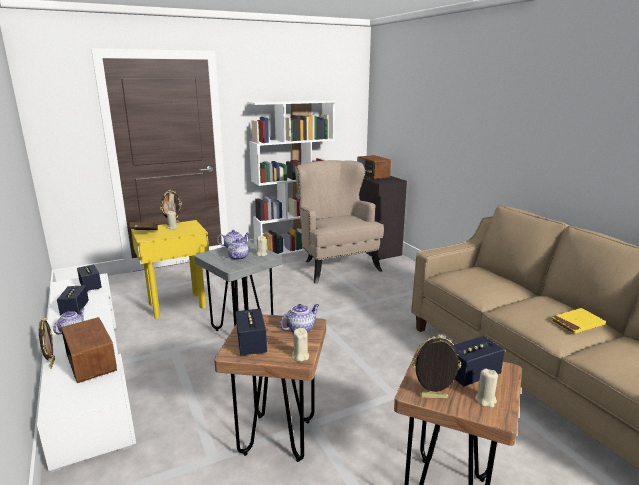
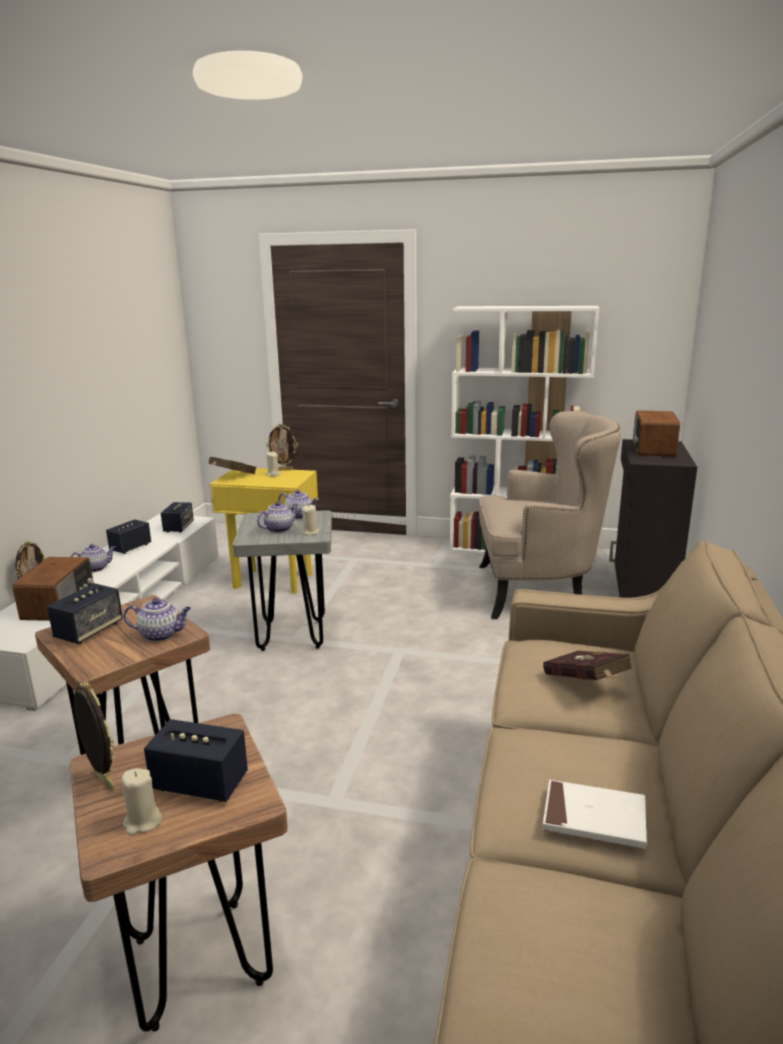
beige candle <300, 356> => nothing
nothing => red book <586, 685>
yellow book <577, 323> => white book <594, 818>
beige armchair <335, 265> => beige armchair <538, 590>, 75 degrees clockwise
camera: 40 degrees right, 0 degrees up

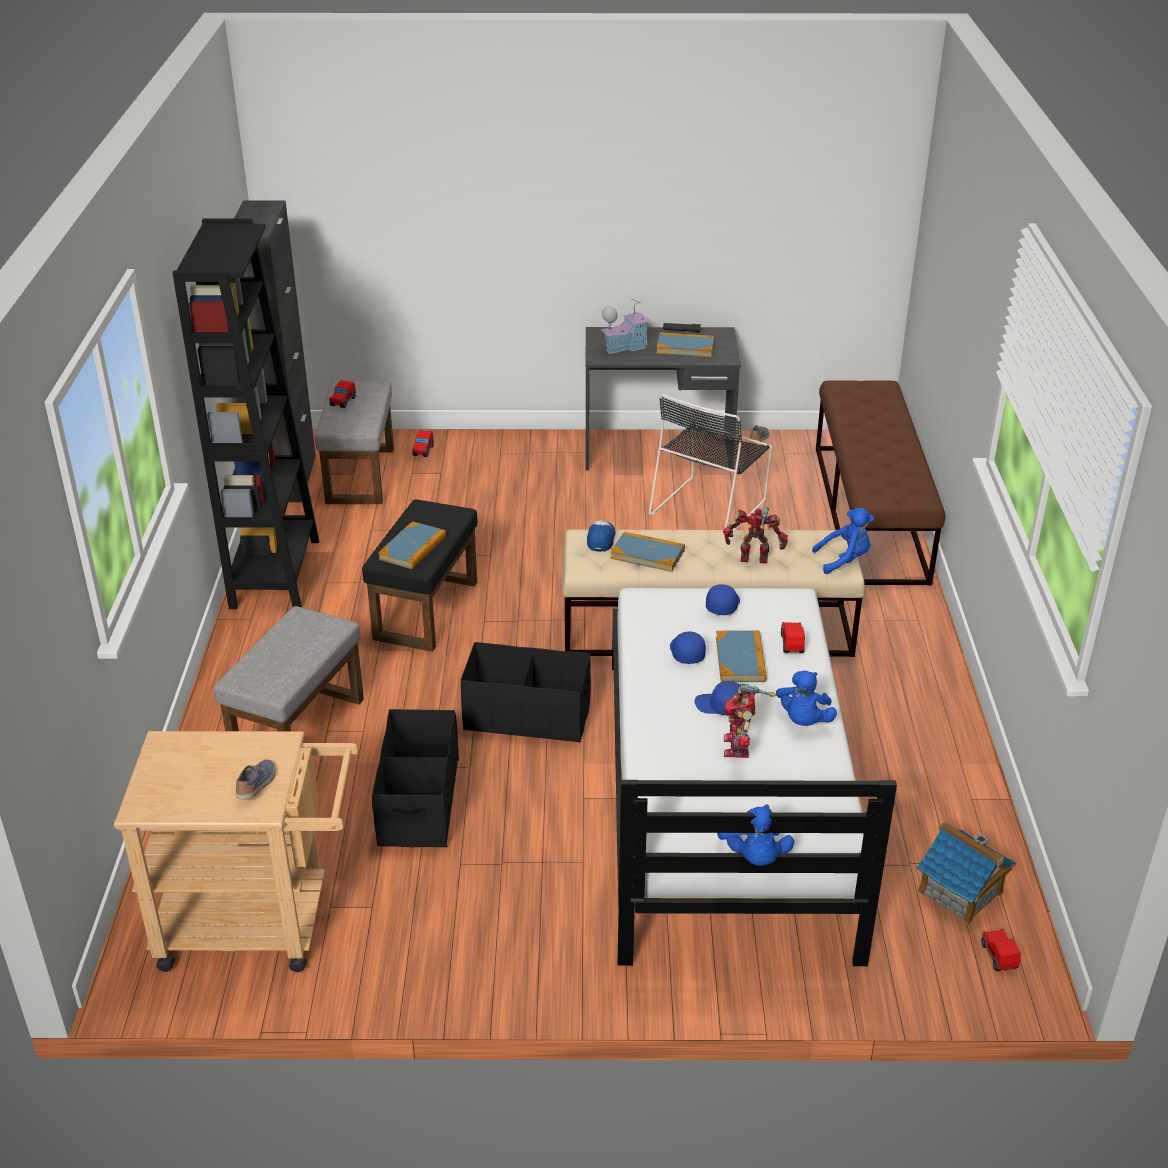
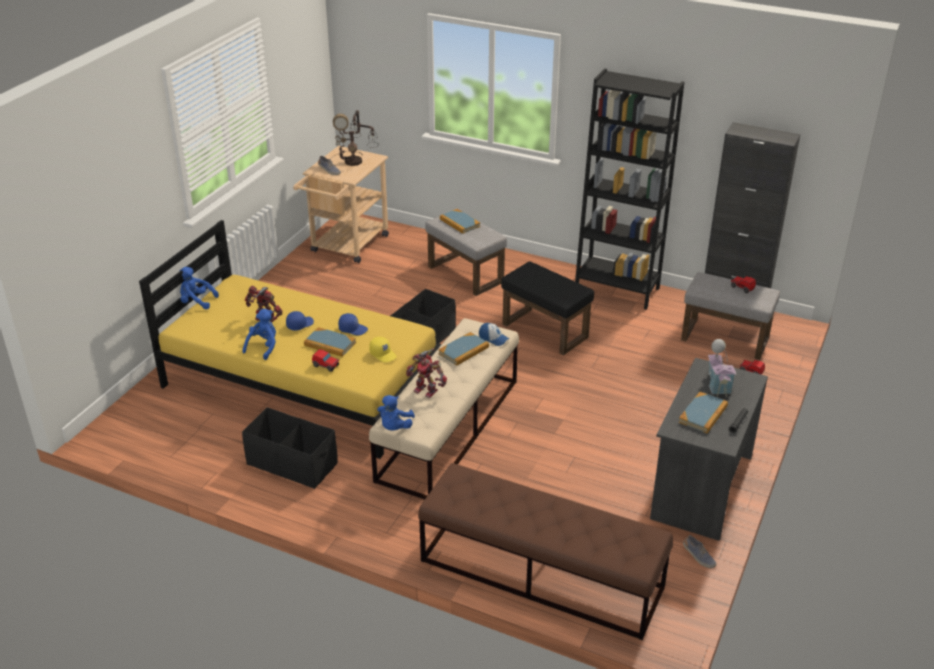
black chair <709, 506> => nothing
toy house <960, 892> => nothing
toy car <998, 956> => nothing
nothing => table lamp <354, 162>
black storage box <418, 802> => black storage box <292, 463>, shifted
book <413, 548> => book <459, 223>, shifted
white bed <724, 799> => yellow bed <302, 384>
blue cap <722, 604> => yellow cap <383, 354>
toy robot <754, 558> => toy robot <426, 390>, 90 degrees clockwise
blue plush toy <803, 721> => blue plush toy <263, 347>, 75 degrees clockwise
camera: 115 degrees right, 0 degrees up

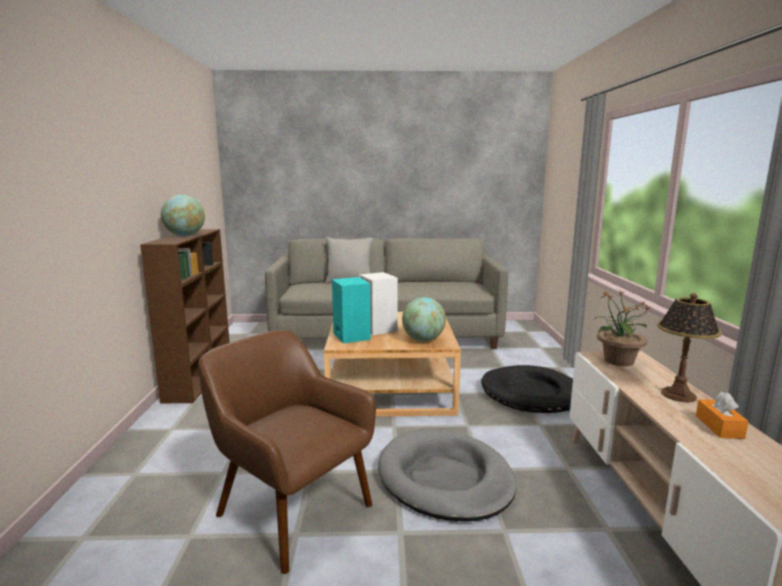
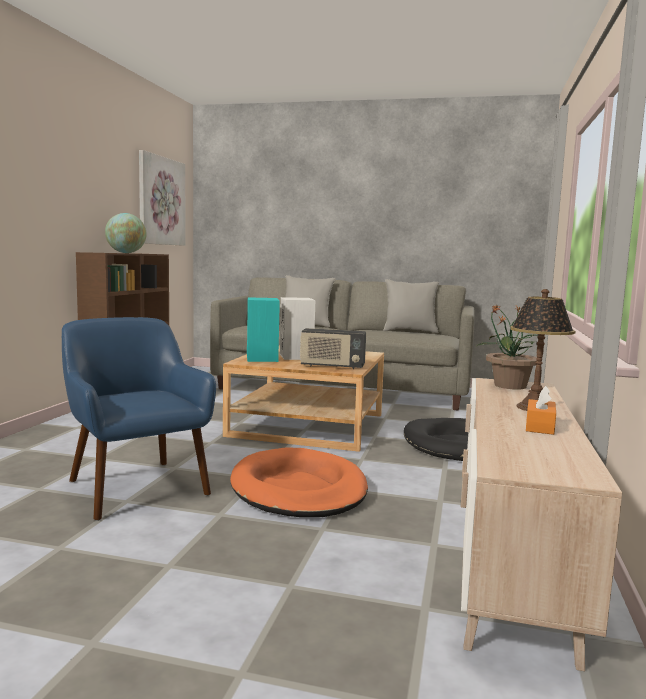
nothing => picture <161, 201>
nothing => grey pillow <410, 331>
globe <423, 340> => radio <332, 366>
brown armchair <292, 510> => blue armchair <136, 487>
grey dog bed <445, 478> => orange dog bed <298, 489>
camera: 15 degrees right, 5 degrees down

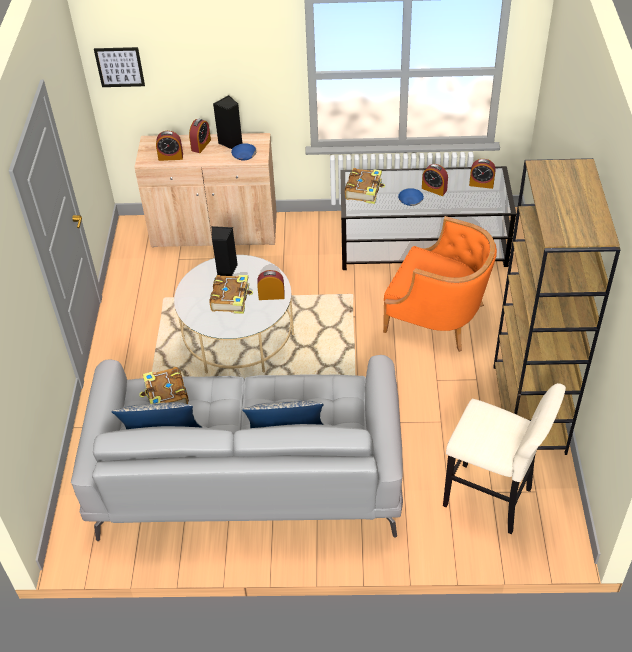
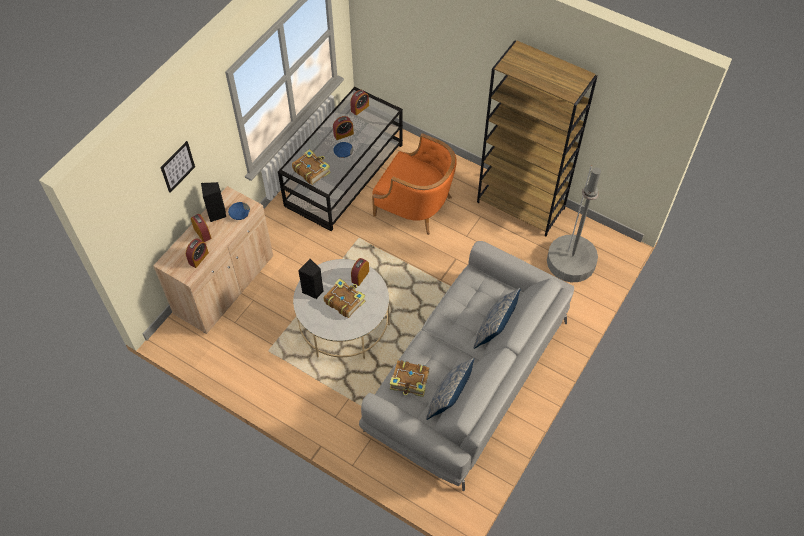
picture <119, 67> => picture <177, 166>, shifted
beige stool <492, 499> => grey floor lamp <571, 262>
orange armchair <437, 317> => orange armchair <415, 205>, 60 degrees clockwise
camera: 60 degrees left, 10 degrees up

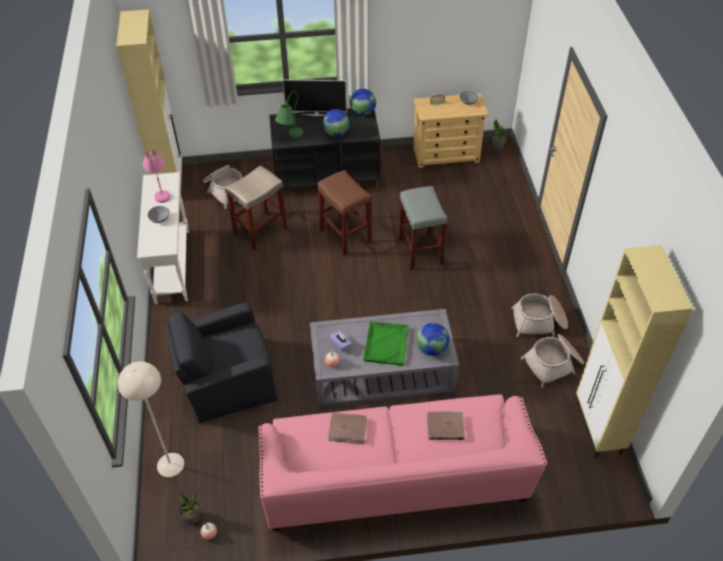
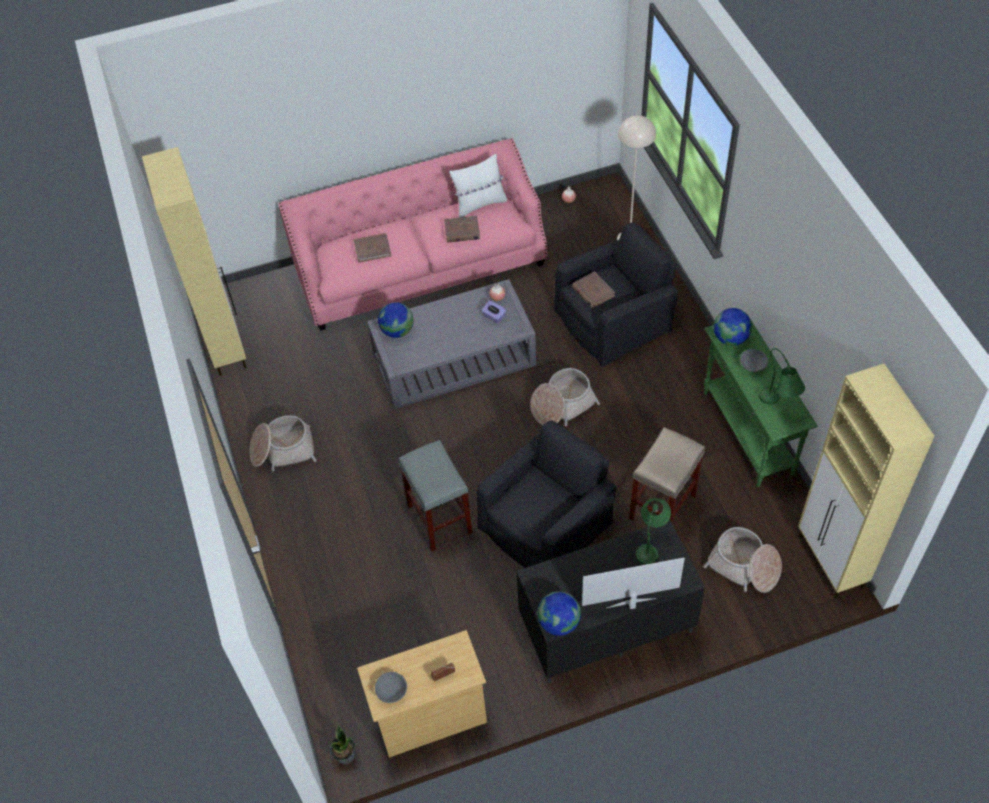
potted plant <192, 517> => nothing
green tray <386, 343> => nothing
nothing => white pillow <479, 204>
nothing => brown book <593, 291>
globe <336, 133> => globe <730, 338>, shifted
basket <553, 364> => basket <562, 405>, shifted
brown stool <344, 236> => black armchair <546, 523>
white console table <173, 266> => green console table <747, 433>
pink table lamp <161, 190> => green table lamp <777, 406>
camera: 170 degrees right, 5 degrees up

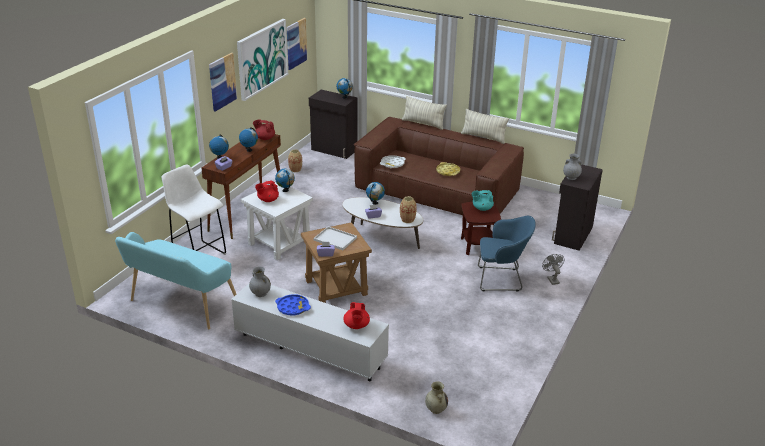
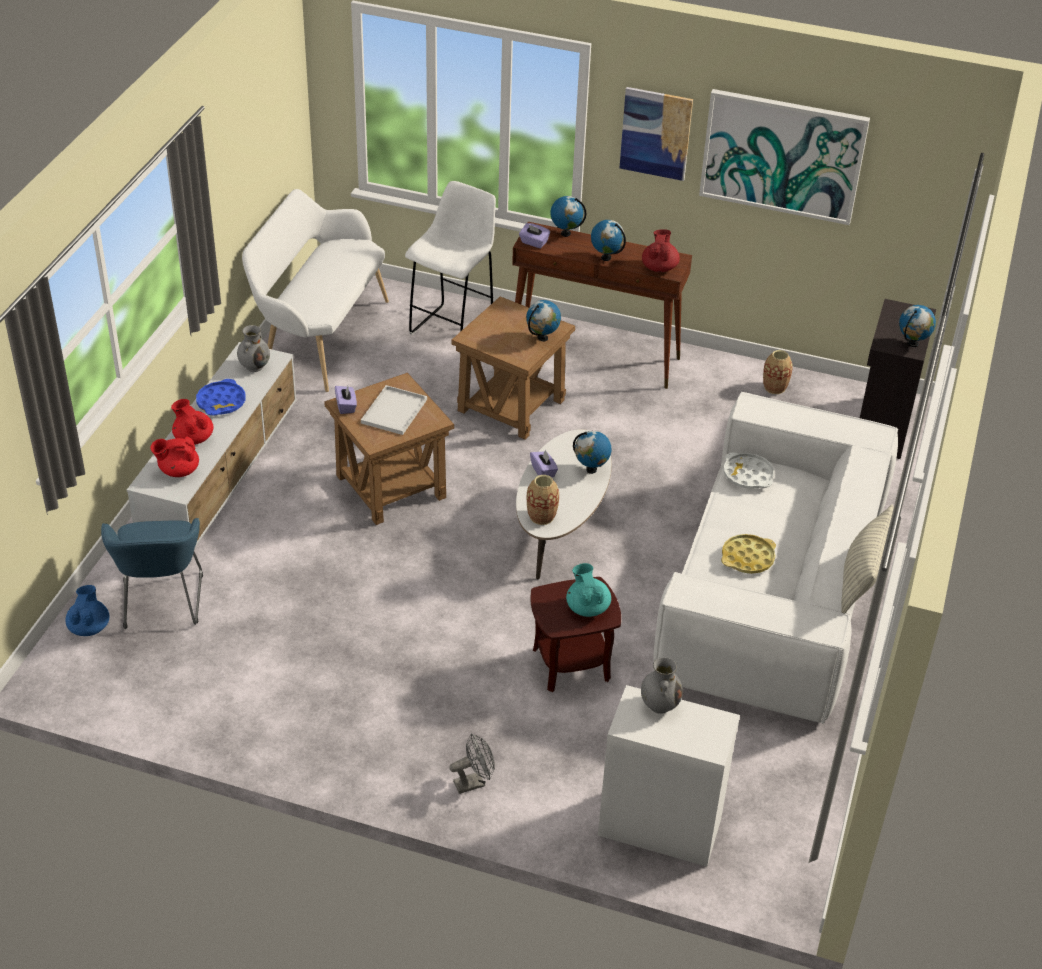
picture <296, 43> => nothing
pillow <423, 123> => nothing
red teapot <267, 200> => red teapot <193, 438>, shifted
blue armchair <501, 279> => blue armchair <161, 604>, shifted
beige vase <436, 409> => blue teapot <89, 627>
turquoise bench <180, 305> => white bench <319, 336>
white side table <279, 242> => brown side table <512, 405>
brown sofa <436, 191> => white sofa <772, 591>
black cabinet <572, 235> => white cabinet <659, 825>
camera: 80 degrees right, 10 degrees up

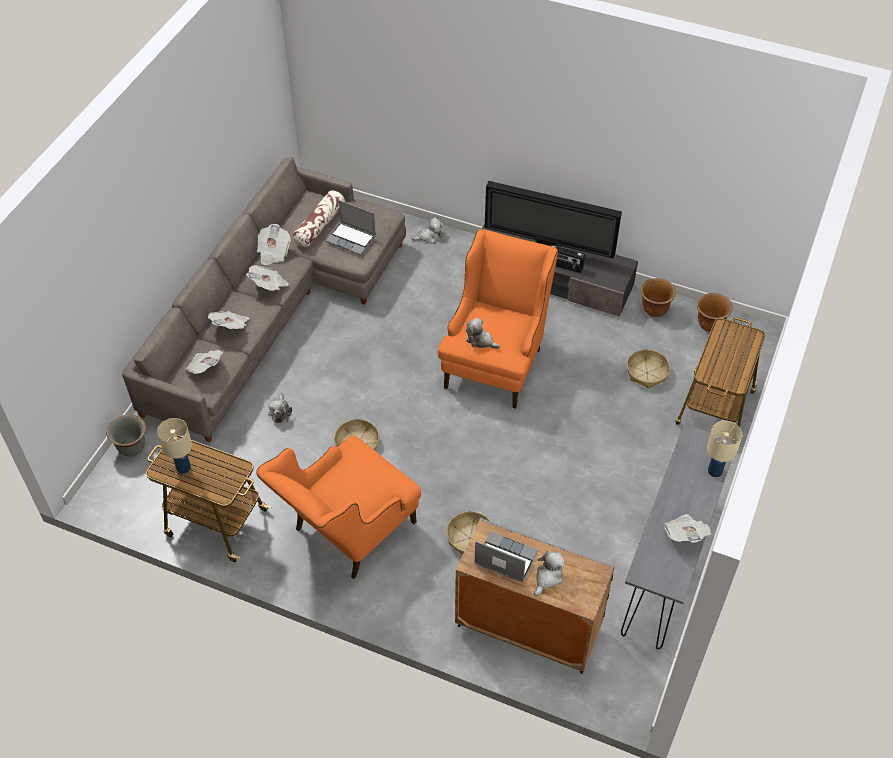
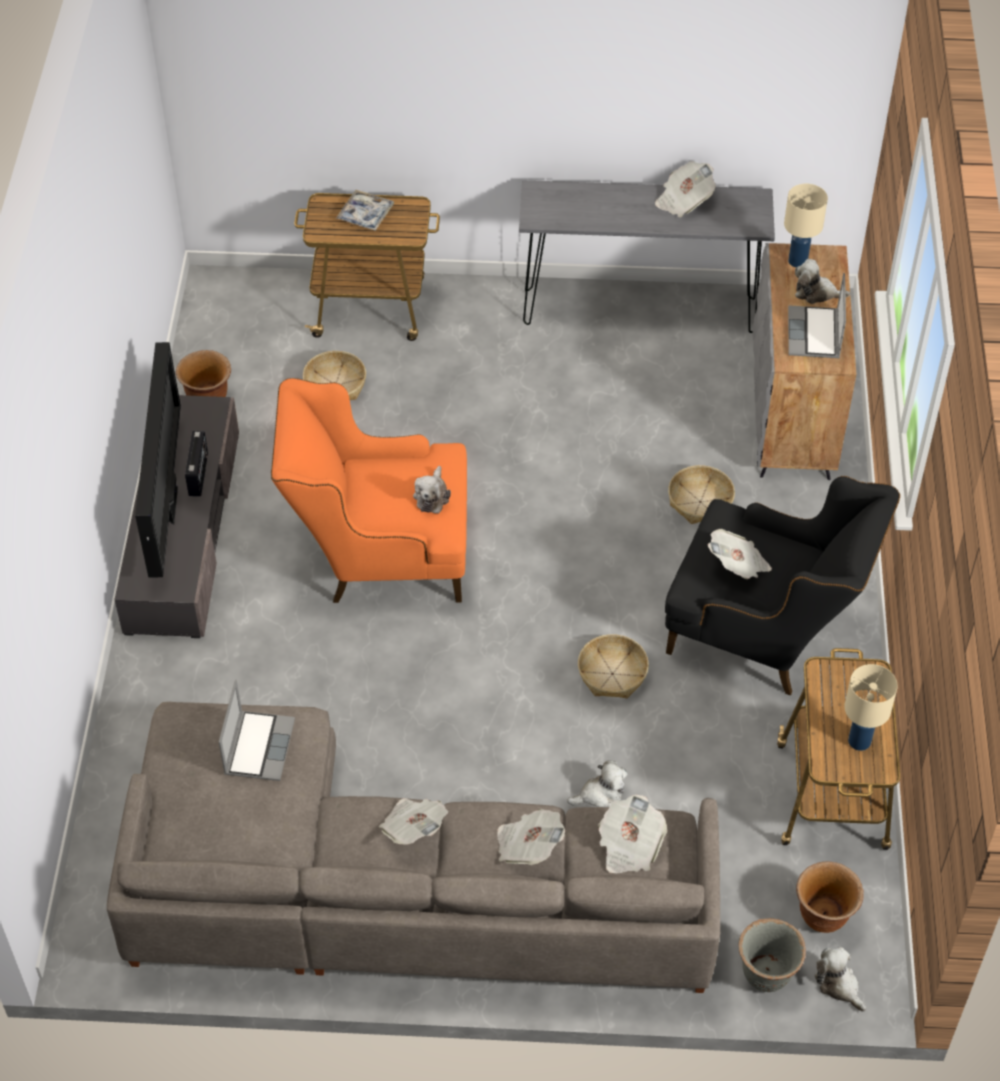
pillow <320, 225> => nothing
nothing => tray <365, 215>
newspaper <273, 252> => newspaper <738, 565>, shifted
plush toy <429, 237> => plush toy <838, 985>, shifted
brown planter <710, 325> => brown planter <823, 916>, shifted
beige table lamp <715, 470> => beige table lamp <797, 261>, shifted
orange armchair <346, 534> => black armchair <766, 634>
camera: 110 degrees left, 0 degrees up

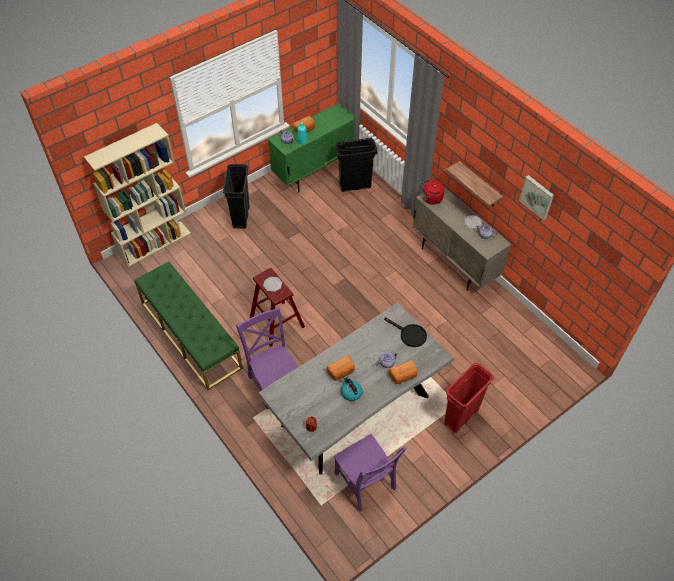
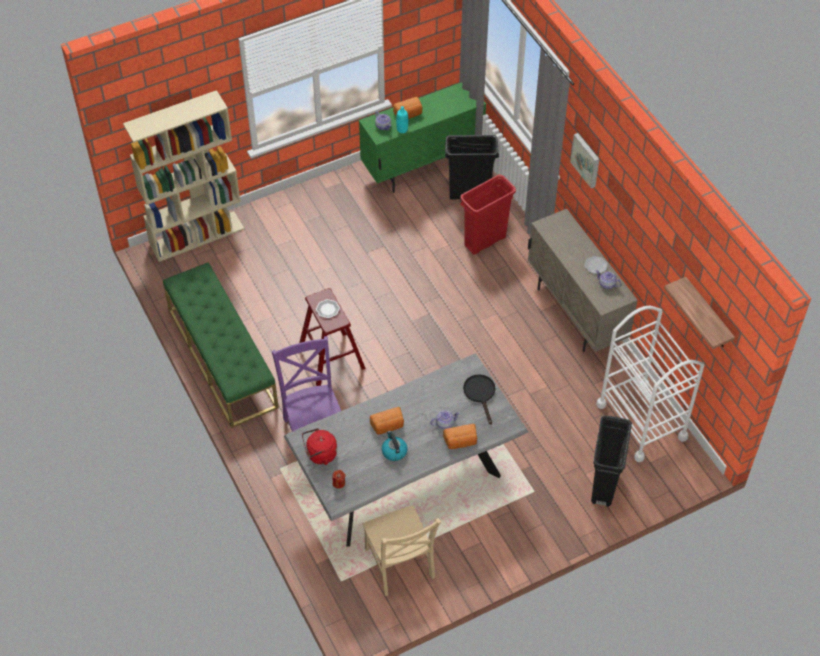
nothing => white cart <641, 421>
black trash can <241, 217> => black trash can <603, 486>, shifted
red kettle <431, 199> => red kettle <320, 455>, shifted
red trash can <461, 417> => red trash can <485, 241>, shifted
shelf <479, 185> => shelf <707, 315>, shifted
picture <537, 196> => picture <586, 159>, shifted
purple chair <366, 484> => beige chair <400, 566>
black frying pan <409, 335> => black frying pan <480, 394>, 150 degrees counterclockwise
camera: 10 degrees right, 0 degrees up

